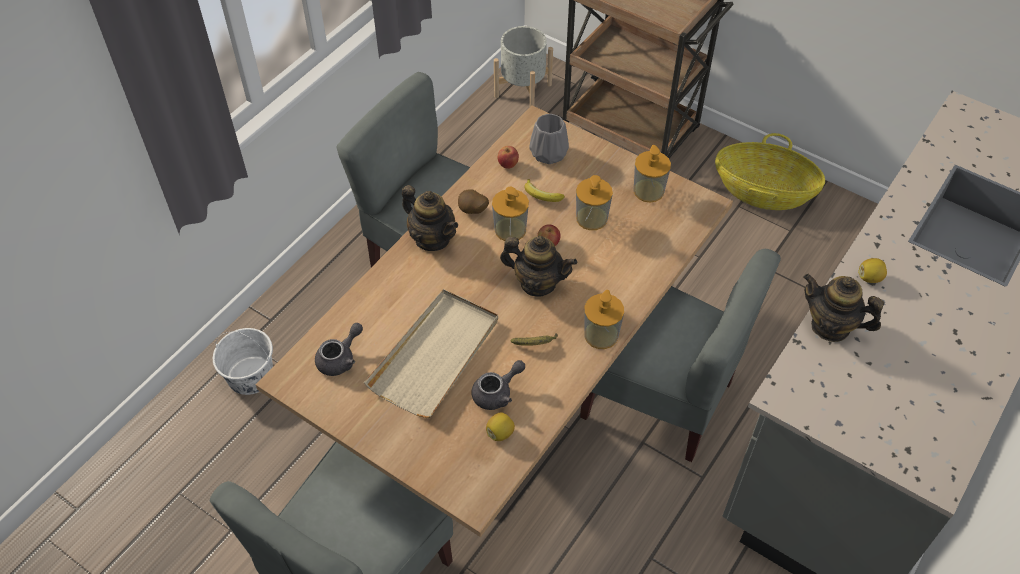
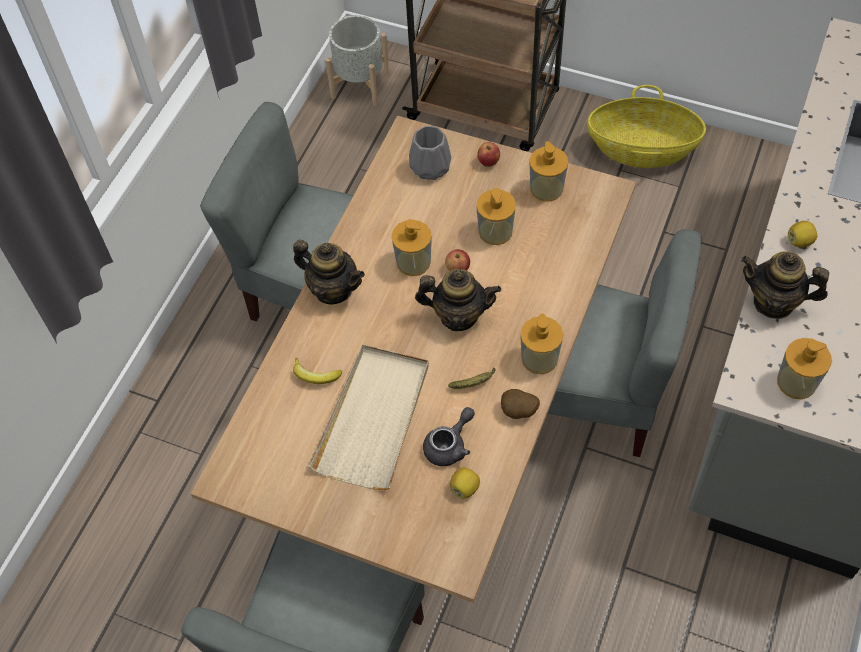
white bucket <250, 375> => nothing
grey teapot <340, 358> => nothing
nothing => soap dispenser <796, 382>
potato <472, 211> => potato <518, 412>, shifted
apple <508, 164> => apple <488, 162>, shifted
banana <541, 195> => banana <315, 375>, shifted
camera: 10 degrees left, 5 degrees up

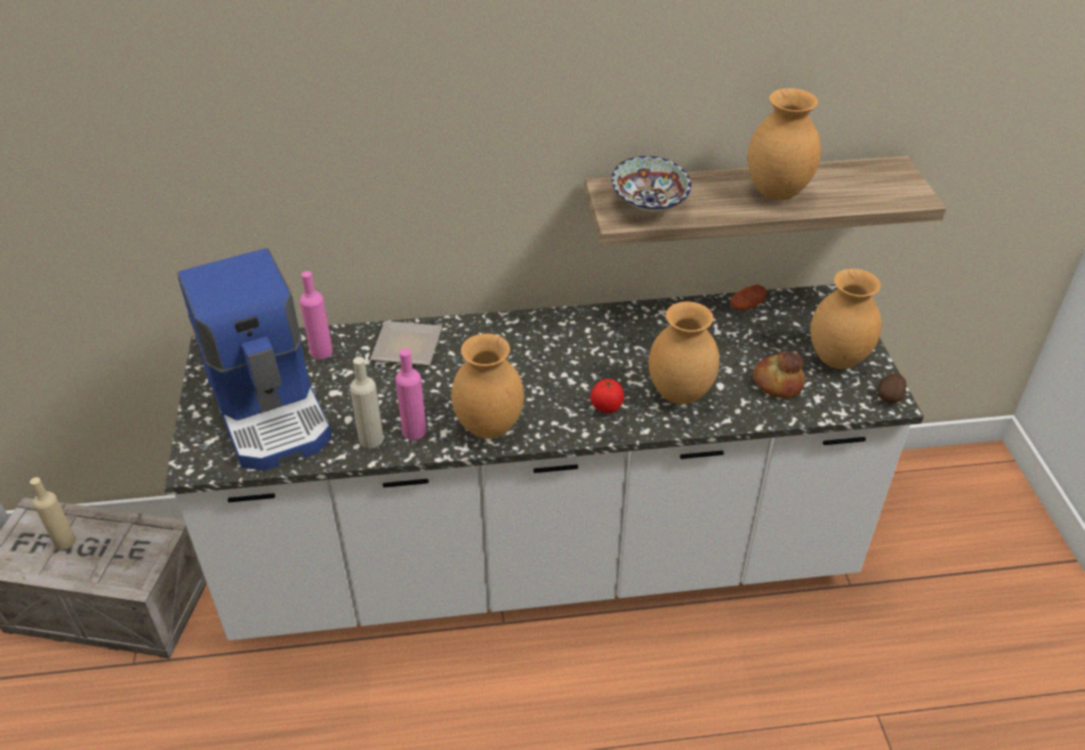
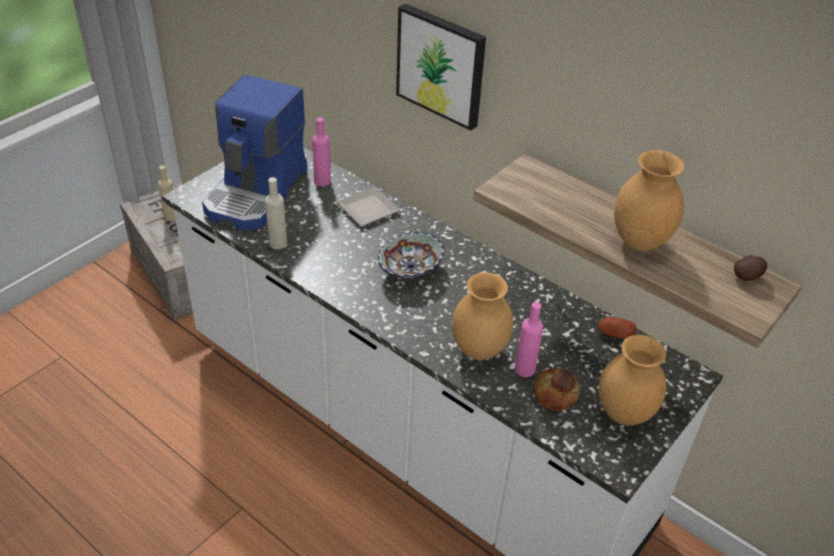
brown vase <488, 427> => nothing
tomato <606, 408> => nothing
nothing => picture <441, 65>
pink bottle <414, 431> => pink bottle <524, 369>, shifted
bowl <650, 204> => bowl <411, 269>, shifted
potato <889, 396> => potato <747, 277>, shifted
camera: 45 degrees right, 0 degrees up

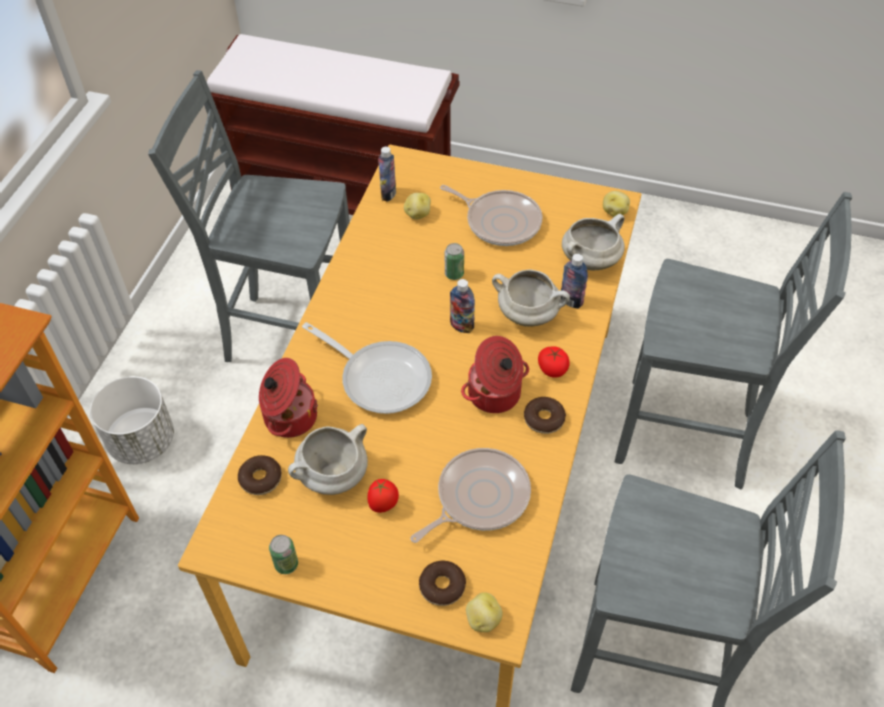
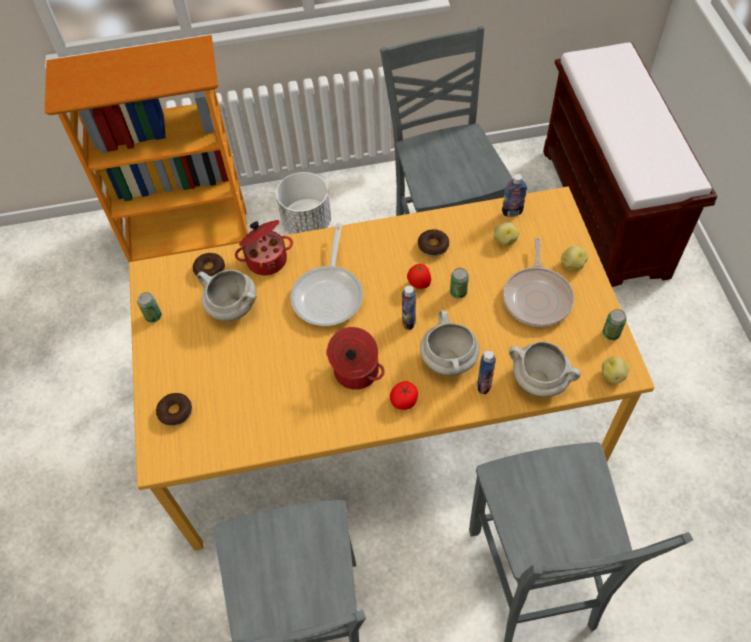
frying pan <478, 497> => nothing
nothing => can <611, 333>
tomato <383, 505> => tomato <419, 284>, shifted
potato <483, 619> => potato <572, 264>, shifted
donut <544, 419> => donut <433, 246>, shifted
camera: 65 degrees right, 5 degrees up

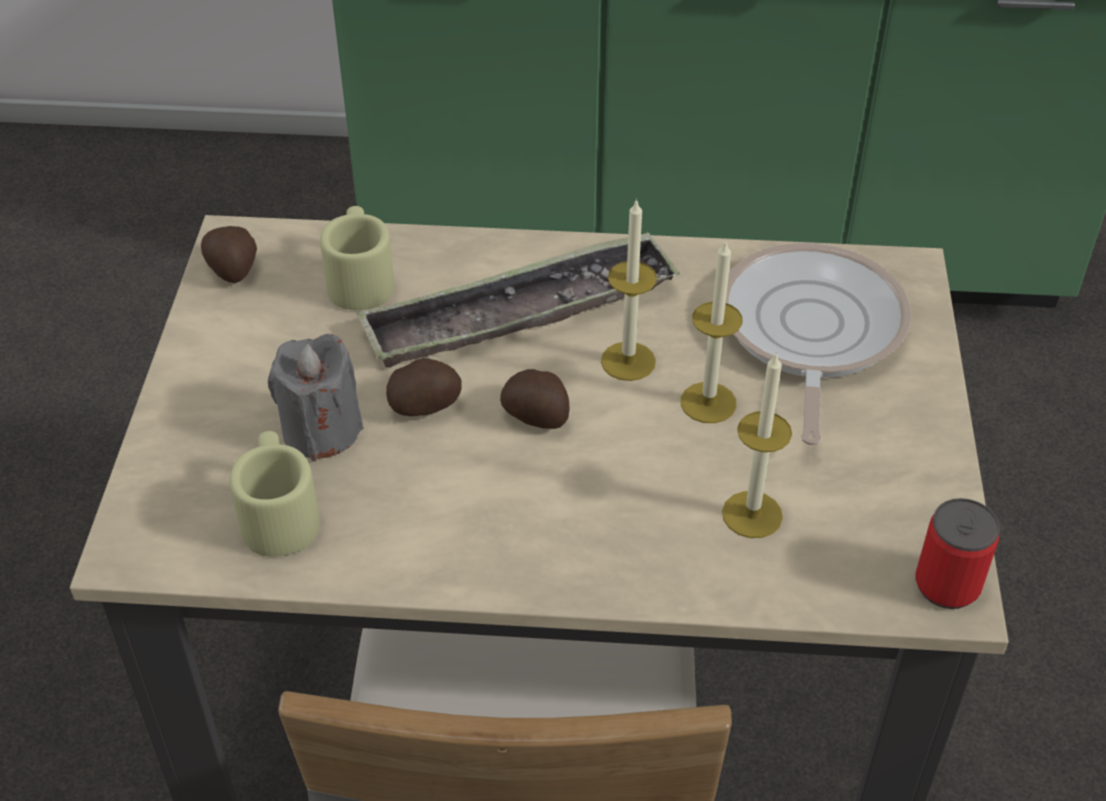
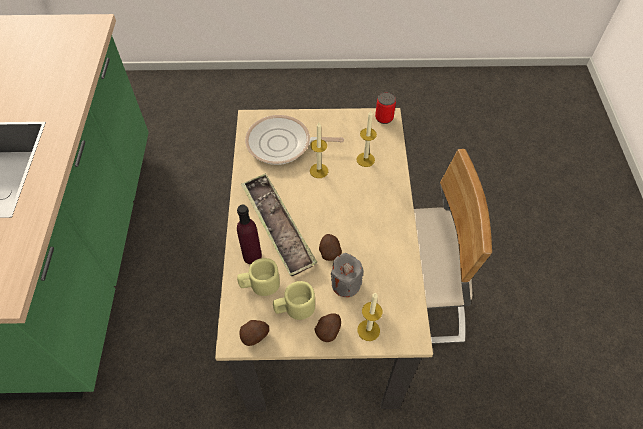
nothing => purple bottle <252, 256>
beige mug <279, 513> => beige mug <294, 308>, shifted
potato <537, 417> => potato <329, 330>, shifted
candle <628, 361> => candle <368, 330>, shifted
camera: 95 degrees left, 10 degrees up

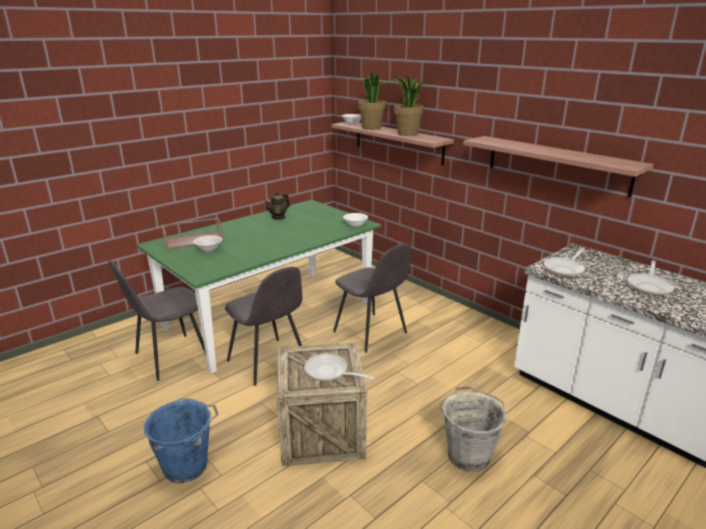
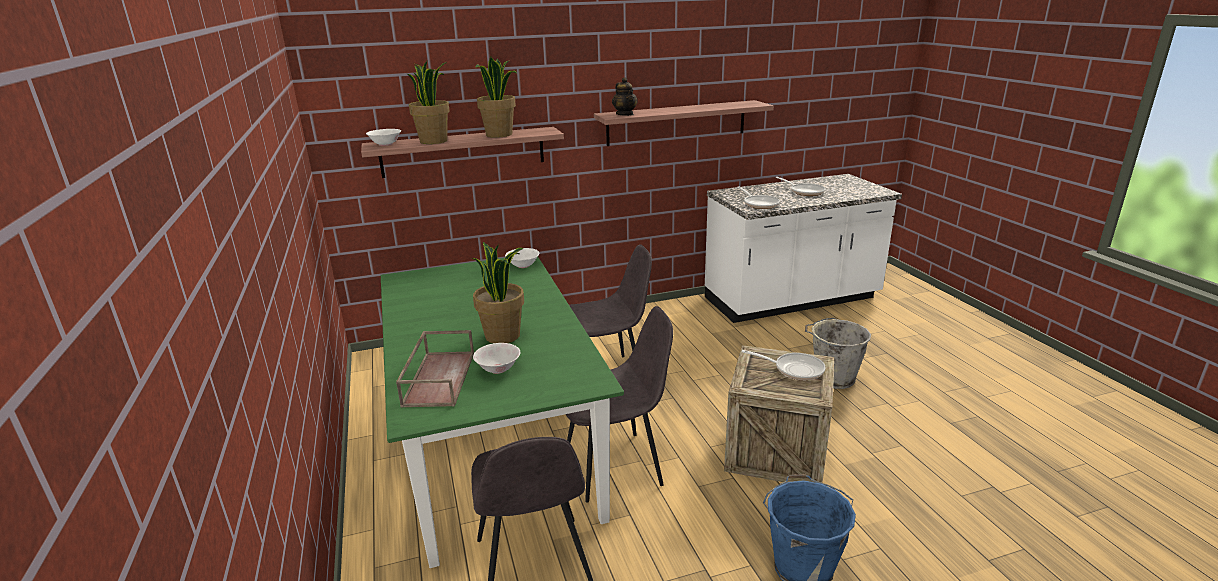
nothing => potted plant <503, 336>
teapot <278, 217> => teapot <625, 114>, shifted
frying pan <329, 372> => frying pan <794, 369>, 120 degrees counterclockwise
camera: 65 degrees left, 0 degrees up

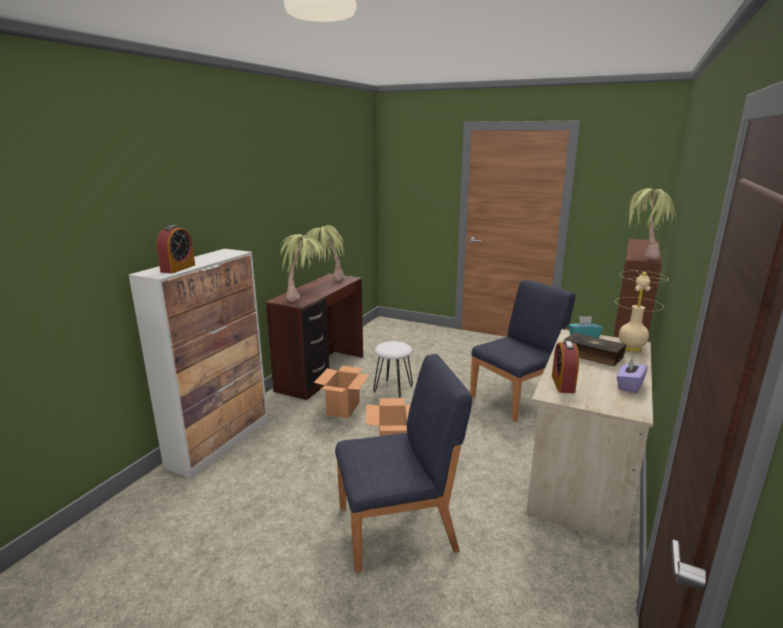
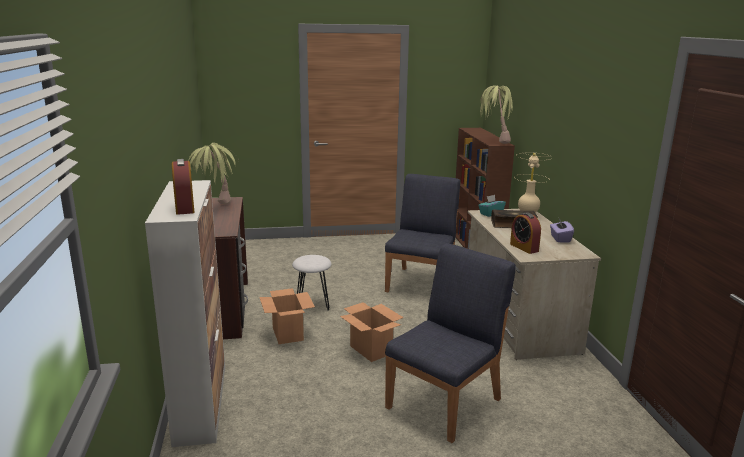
potted plant <304, 297> => nothing
camera: 35 degrees left, 0 degrees up

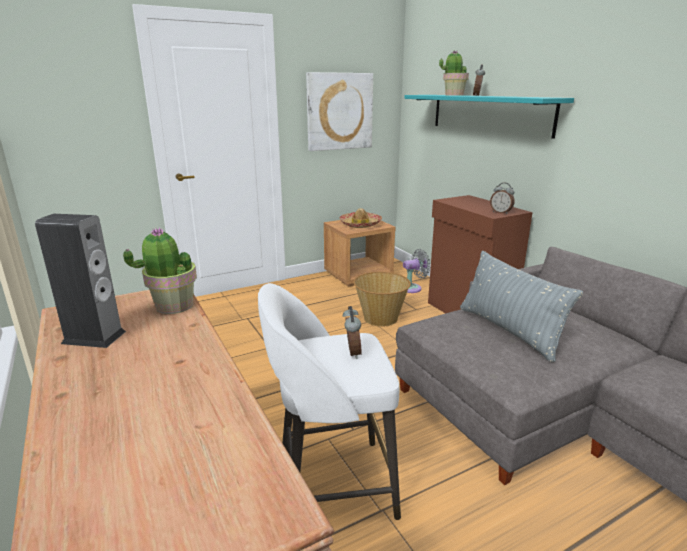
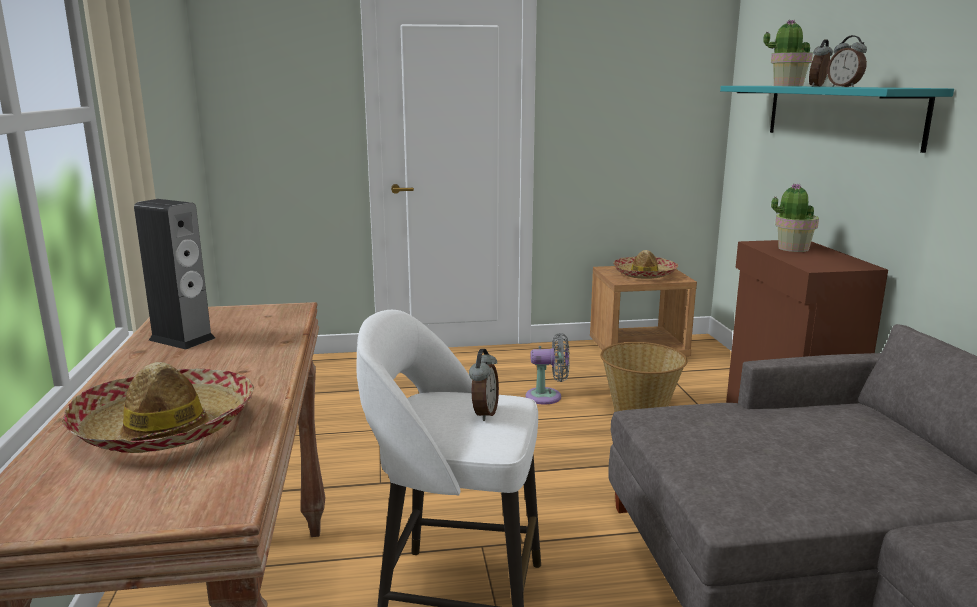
picture <339, 111> => nothing
grey pillow <508, 331> => nothing
nothing => hat <166, 427>
potted plant <173, 306> => potted plant <792, 248>, shifted
grey fan <412, 288> => grey fan <547, 396>, shifted
alarm clock <501, 212> => alarm clock <844, 87>, shifted
camera: 20 degrees right, 5 degrees down

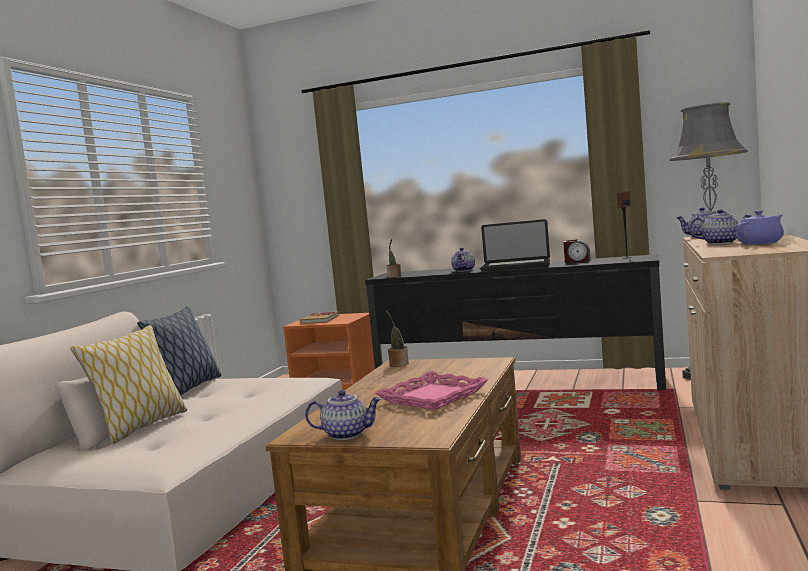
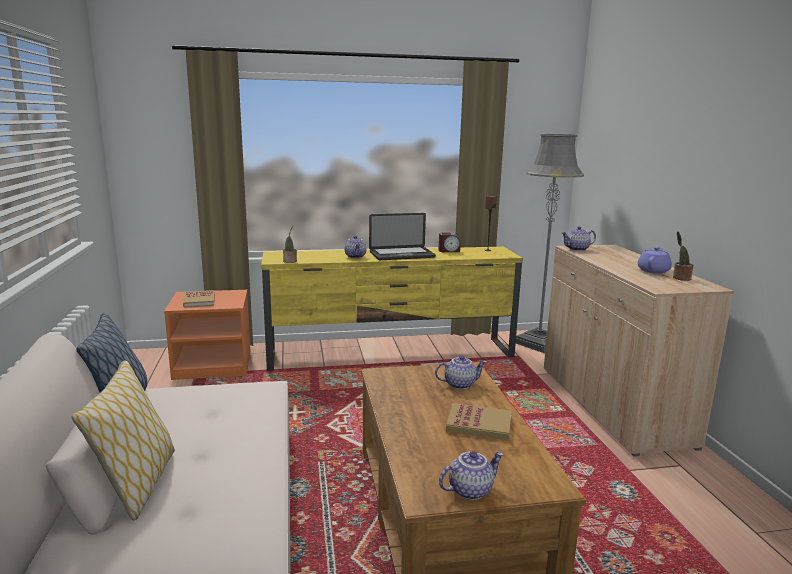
potted plant <398, 364> => potted plant <680, 278>, shifted
teapot <721, 243> => teapot <460, 384>, shifted
pink tray <432, 397> => book <479, 424>
black tv stand <518, 384> => yellow tv stand <392, 354>
camera: 30 degrees left, 10 degrees up

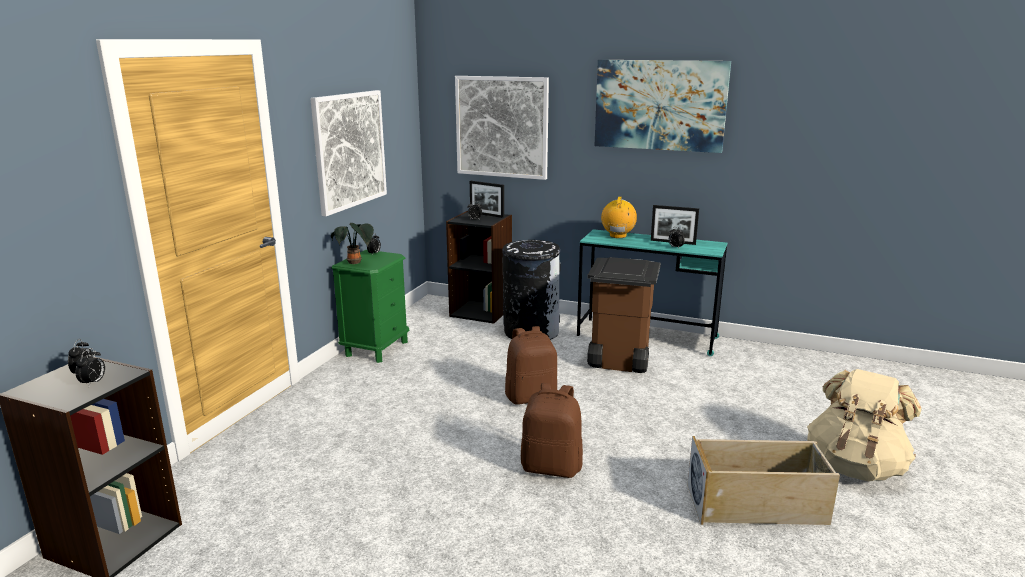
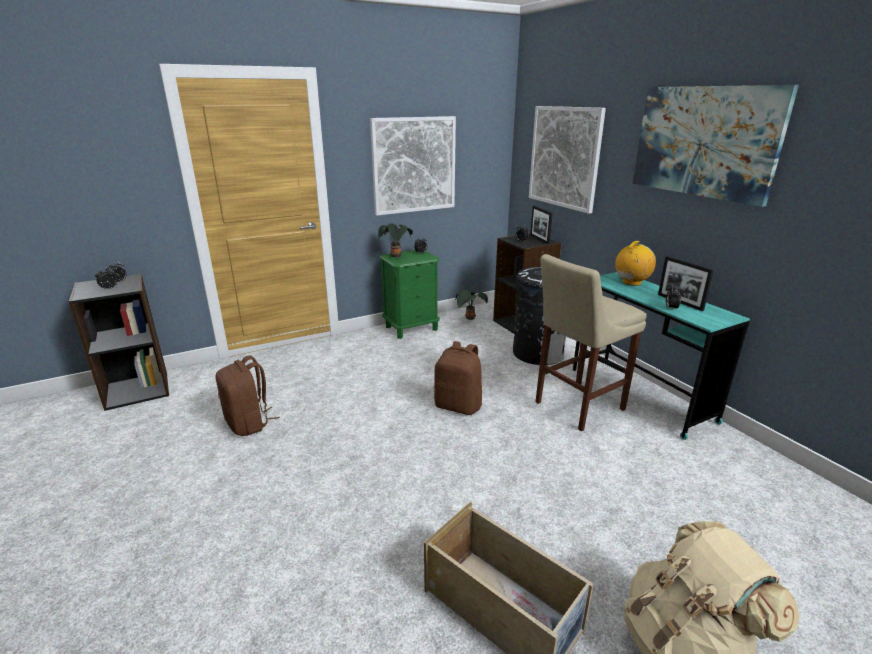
nothing => potted plant <469, 318>
brown backpack <552, 467> => brown backpack <249, 423>, shifted
brown trash can <618, 362> => beige stool <576, 406>
camera: 40 degrees right, 5 degrees up

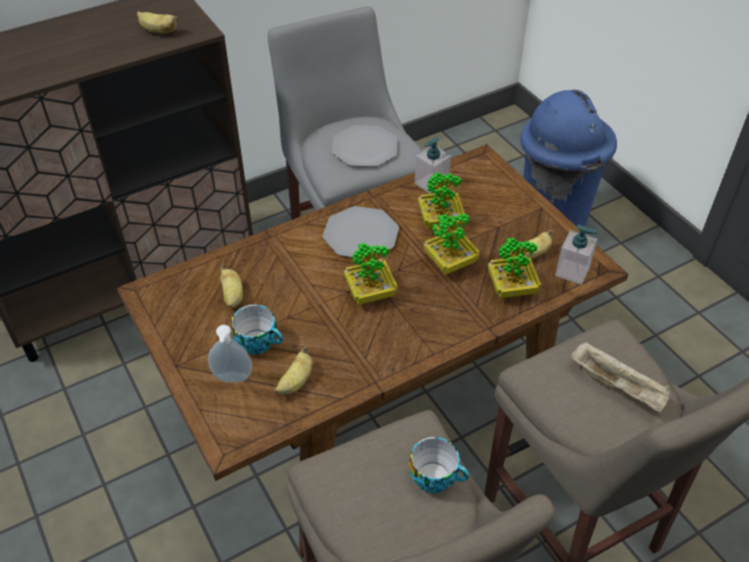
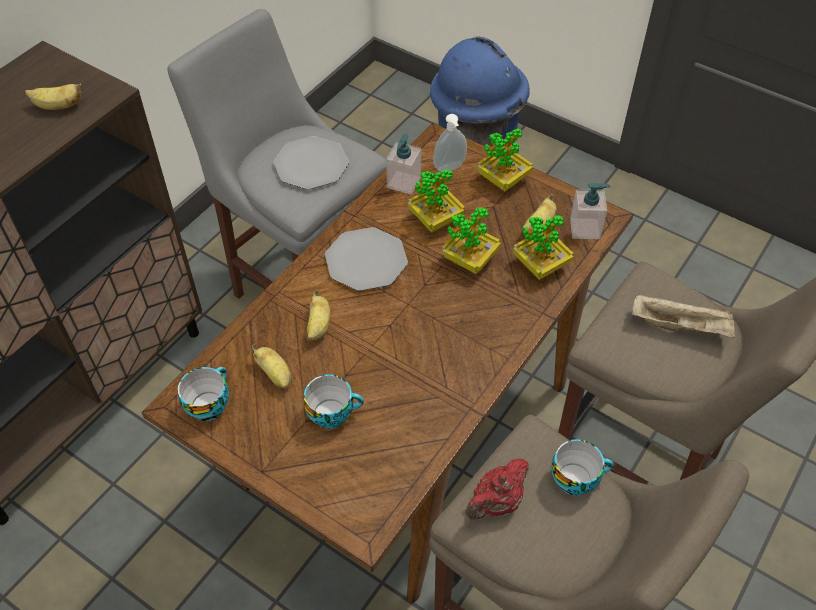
nothing => cup <208, 404>
nothing => red teapot <496, 503>
soap dispenser <232, 379> => soap dispenser <450, 168>, shifted
banana <295, 382> => banana <318, 326>, shifted
potted plant <370, 293> => potted plant <503, 180>, shifted
camera: 25 degrees left, 5 degrees up

